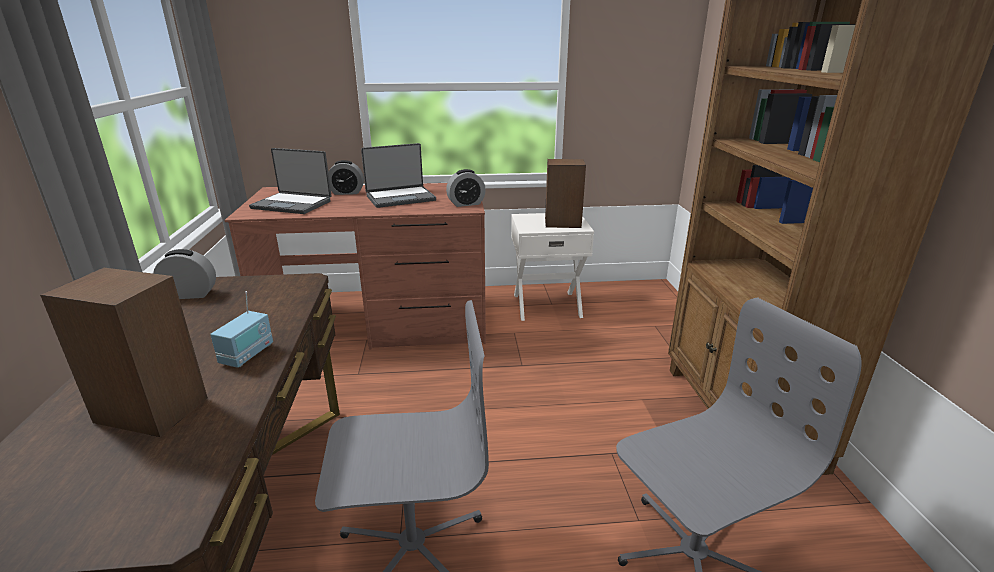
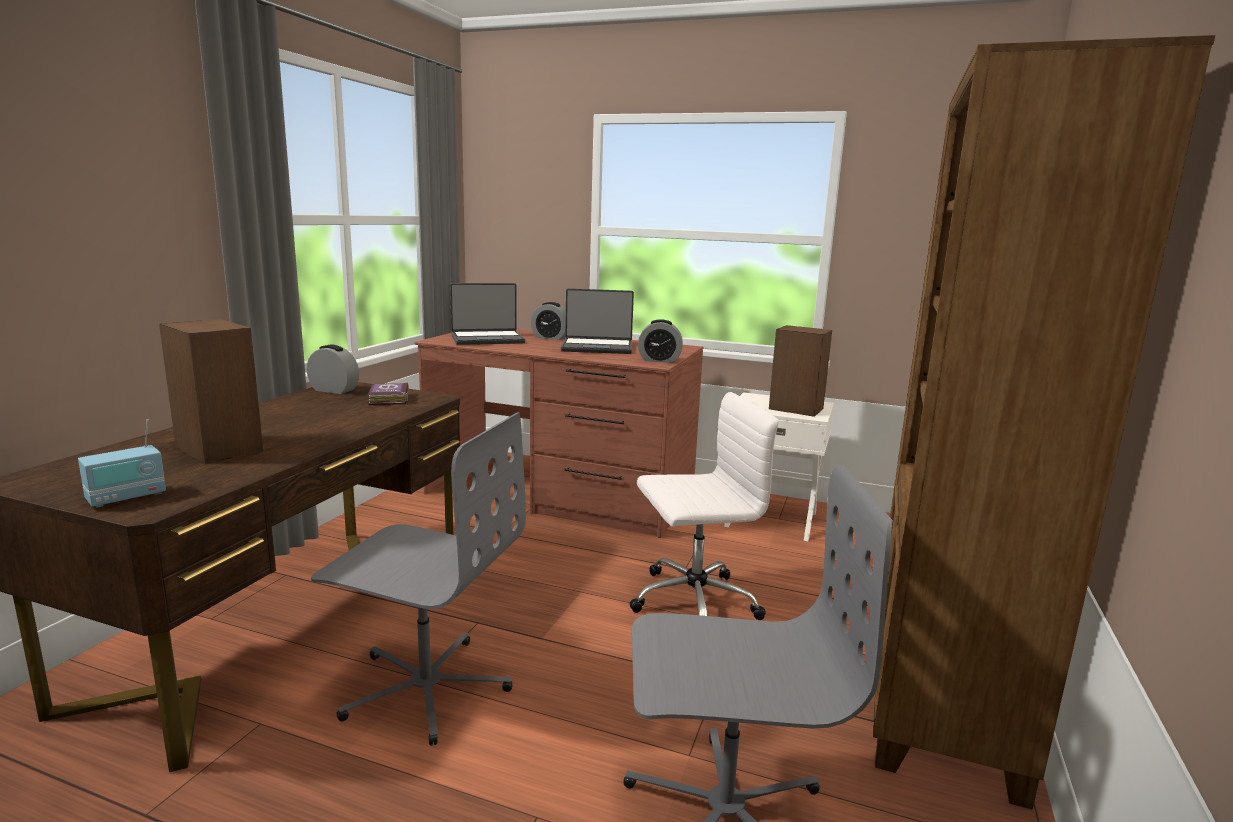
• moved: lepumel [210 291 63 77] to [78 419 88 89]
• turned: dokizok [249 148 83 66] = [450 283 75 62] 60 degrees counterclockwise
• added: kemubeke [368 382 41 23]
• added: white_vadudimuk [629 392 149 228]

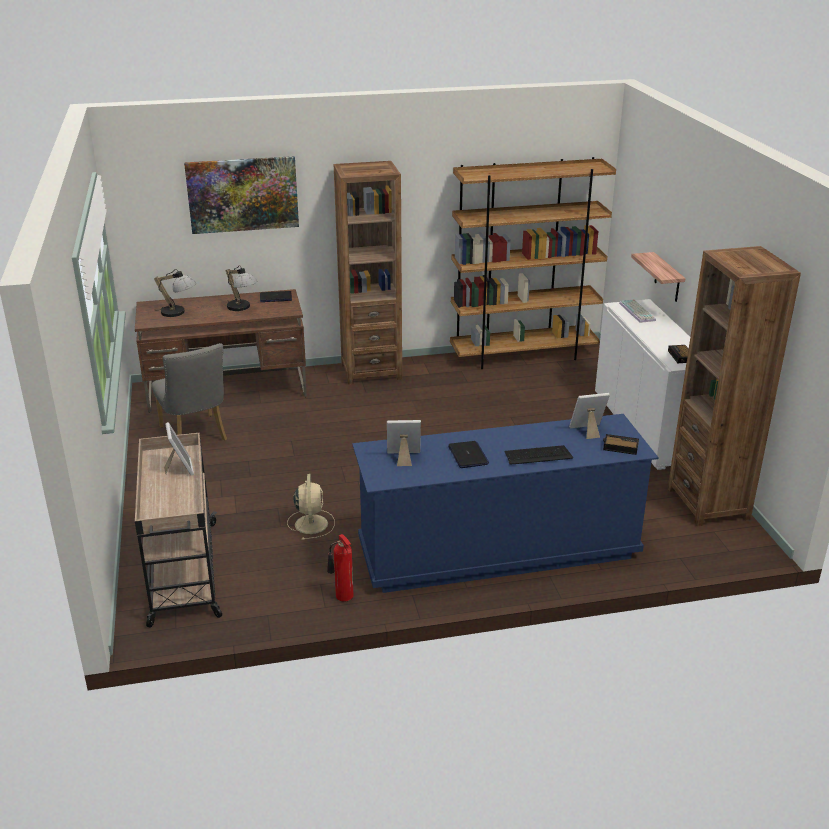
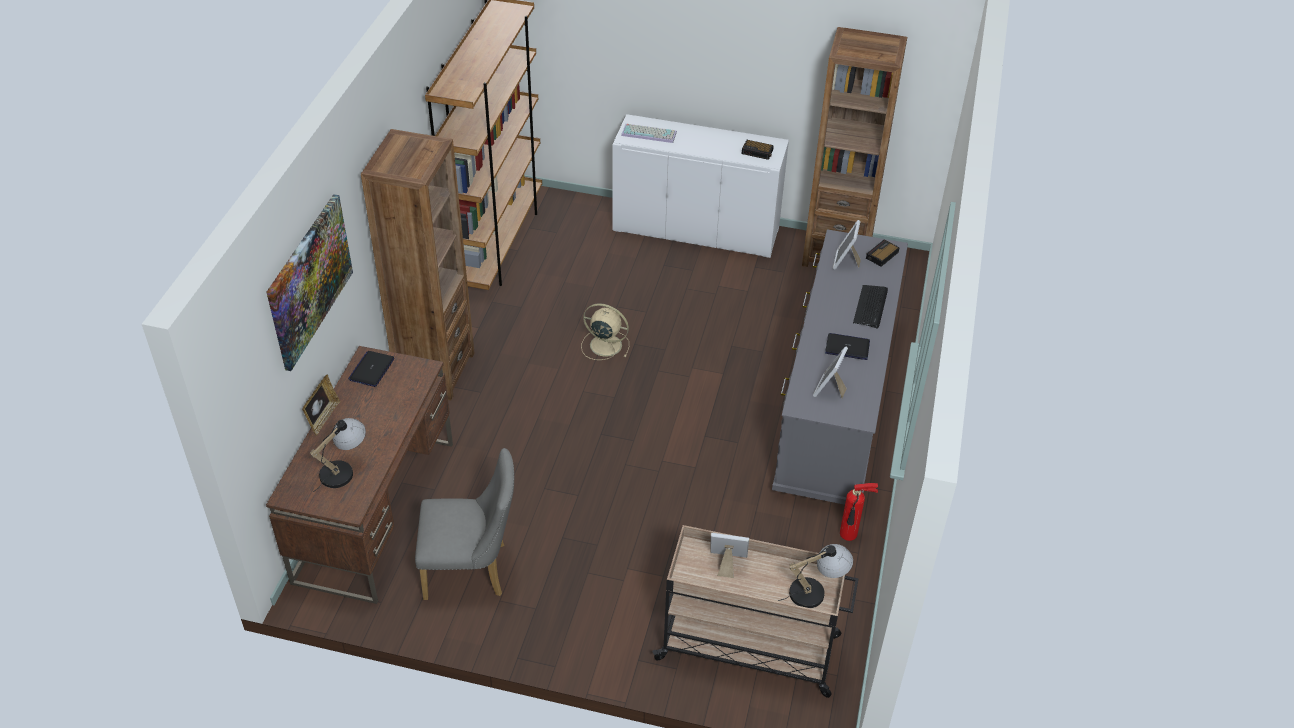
• moved: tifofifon [225 265 32 46] to [778 544 75 64]
• moved: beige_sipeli [287 474 48 66] to [581 303 48 57]
• recoloured: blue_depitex [352 414 307 179] to grey_depitex [772 229 136 276]
• removed: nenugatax [631 252 55 50]
• added: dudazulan [302 375 39 61]

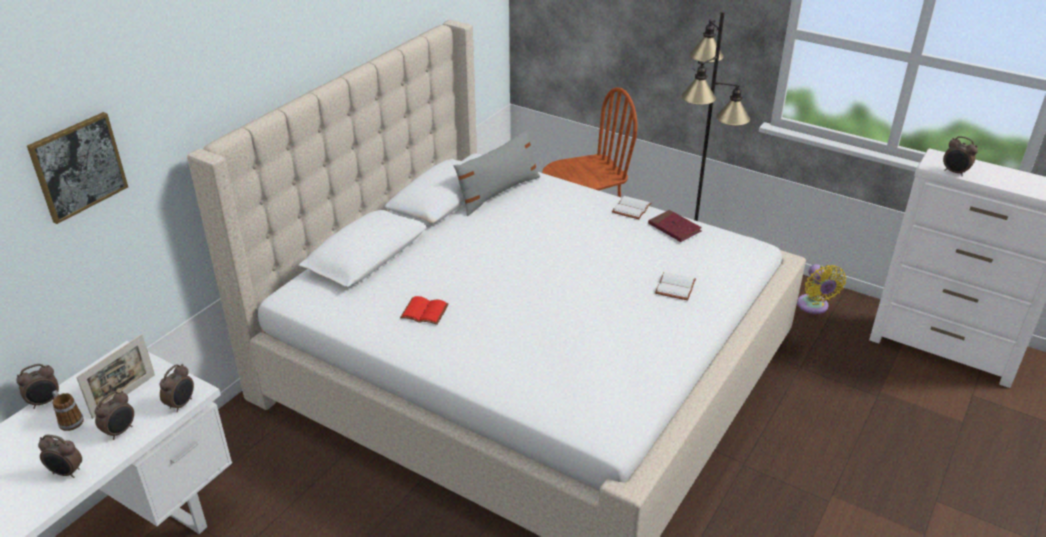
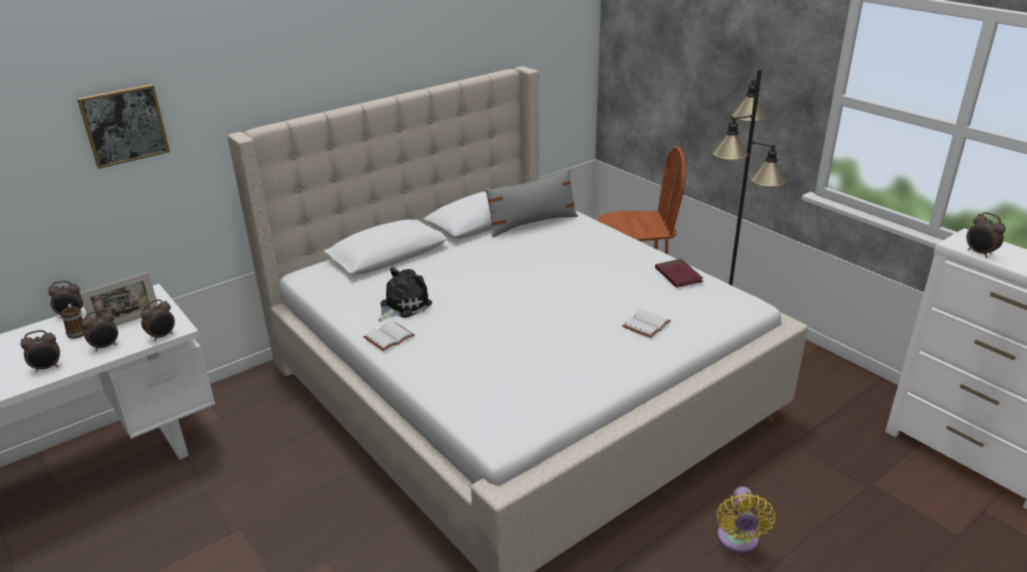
• turned: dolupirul [38 435 44 43] = [20 330 40 42] 60 degrees counterclockwise
• replaced: red_kemubeke [400 296 49 29] to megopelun [378 268 54 54]
• moved: white_kemubeke [612 196 39 23] to [364 321 51 30]
• moved: yellow_sipeli [797 264 49 50] to [717 486 59 67]

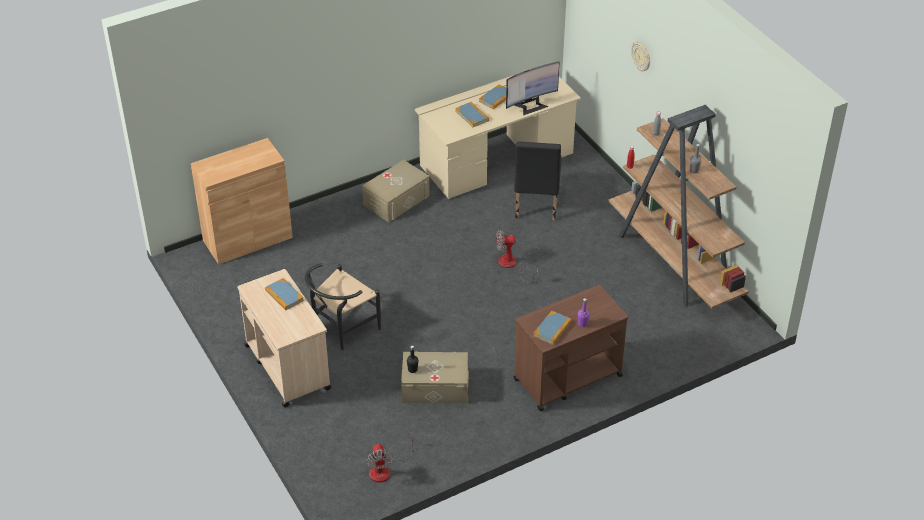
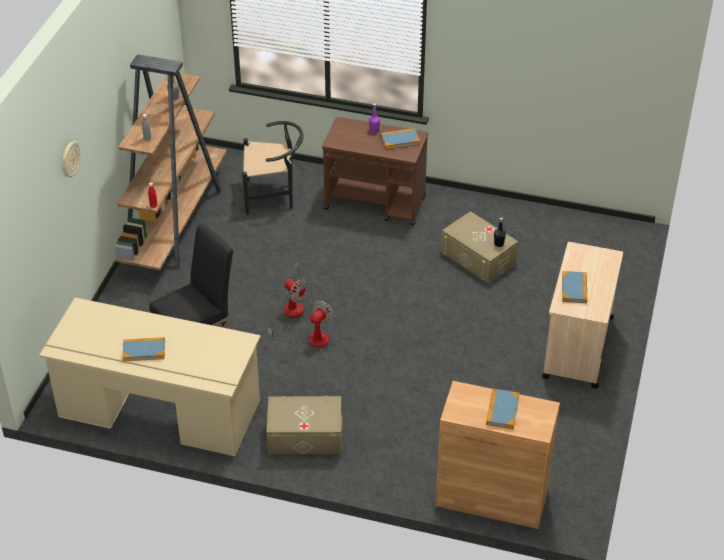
• moved: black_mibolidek [304 263 77 87] to [242 121 62 94]
• moved: sipeli [366 431 48 52] to [267 300 67 49]
• moved: kemubeke [455 102 34 25] to [486 389 34 40]
• removed: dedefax [506 61 53 55]

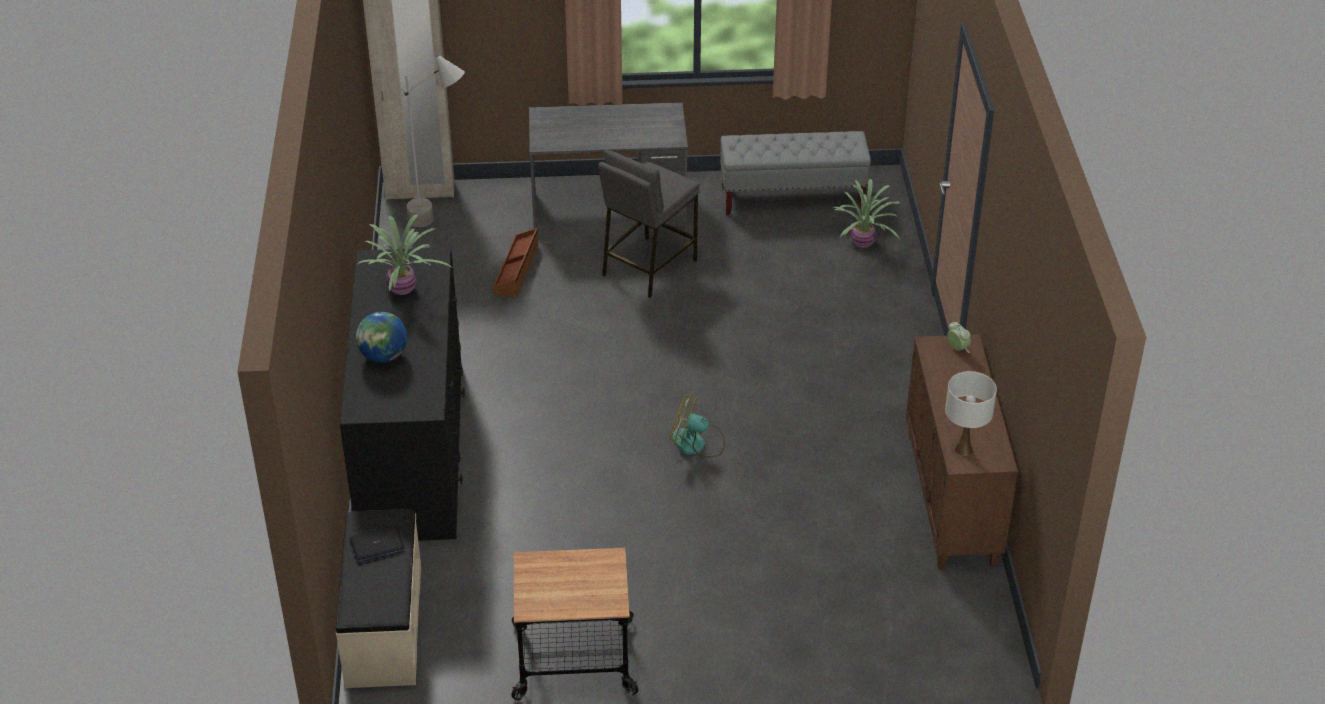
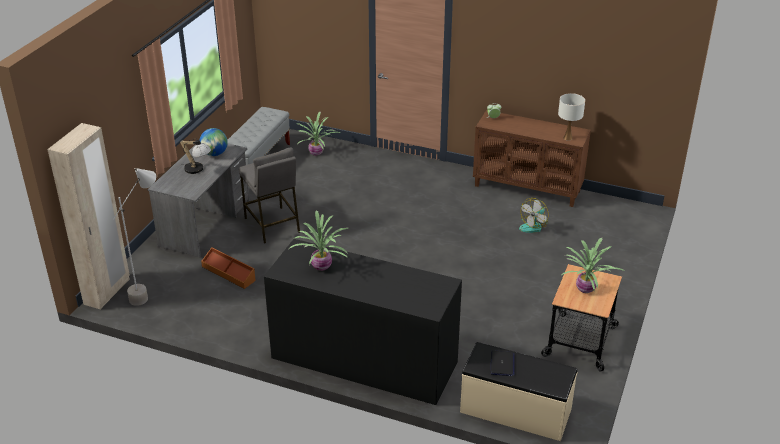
• moved: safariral [356 312 51 51] to [200 128 28 28]
• moved: sipeli [670 393 55 65] to [519 198 30 35]
• added: tifofifon [180 138 31 36]
• added: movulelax [562 238 63 55]

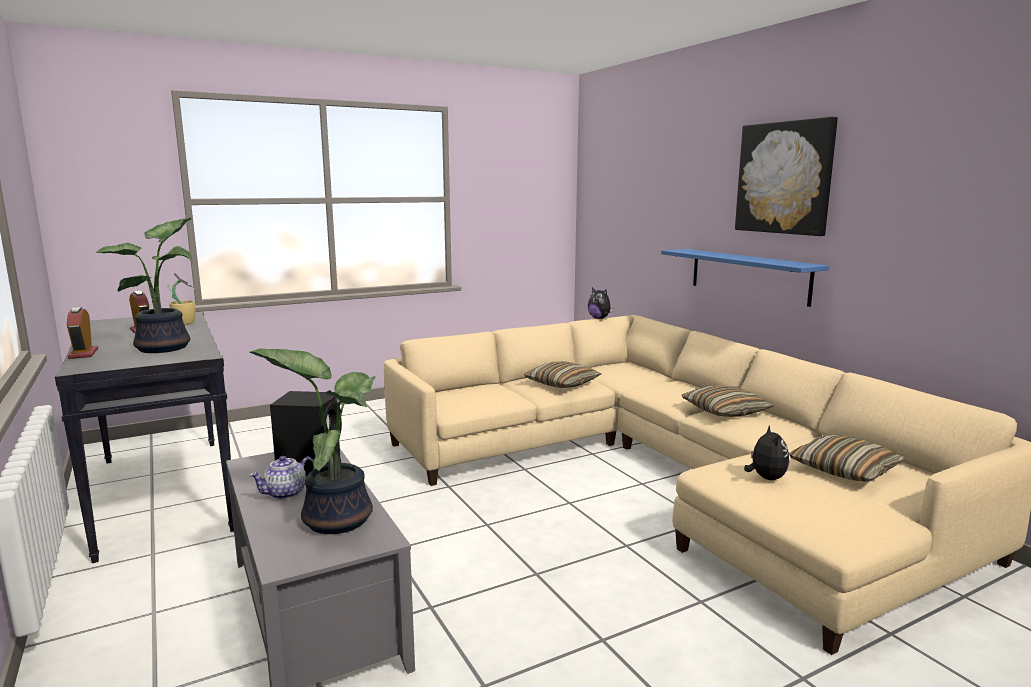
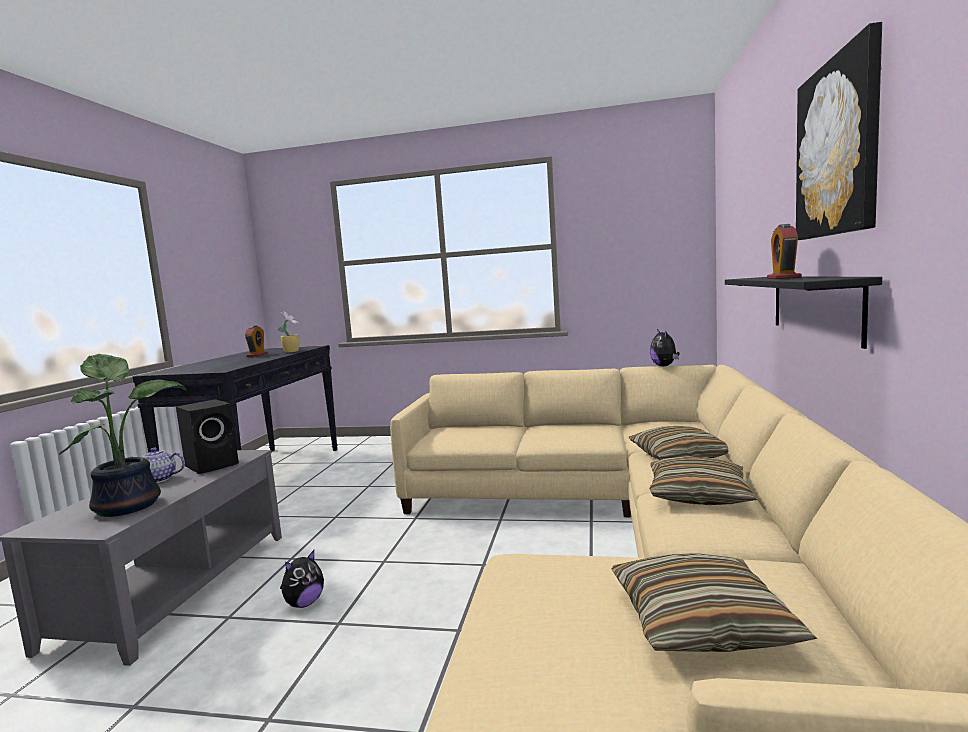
• moved: dolupirul [67 307 31 52] to [767 224 35 55]
• removed: movulelax [95 218 97 135]
• moved: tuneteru [524 361 78 27] to [629 426 99 34]
• recoloured: blue_nenugatax [661 249 169 58] to black_nenugatax [725 277 157 72]
• moved: megopelun [744 425 45 55] to [280 550 44 58]

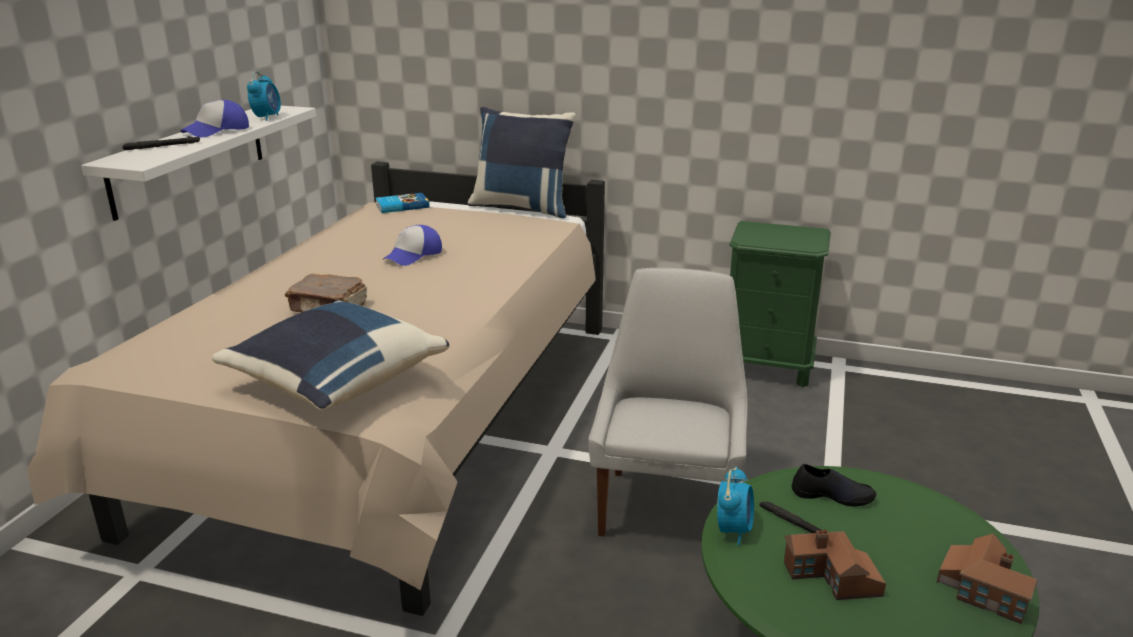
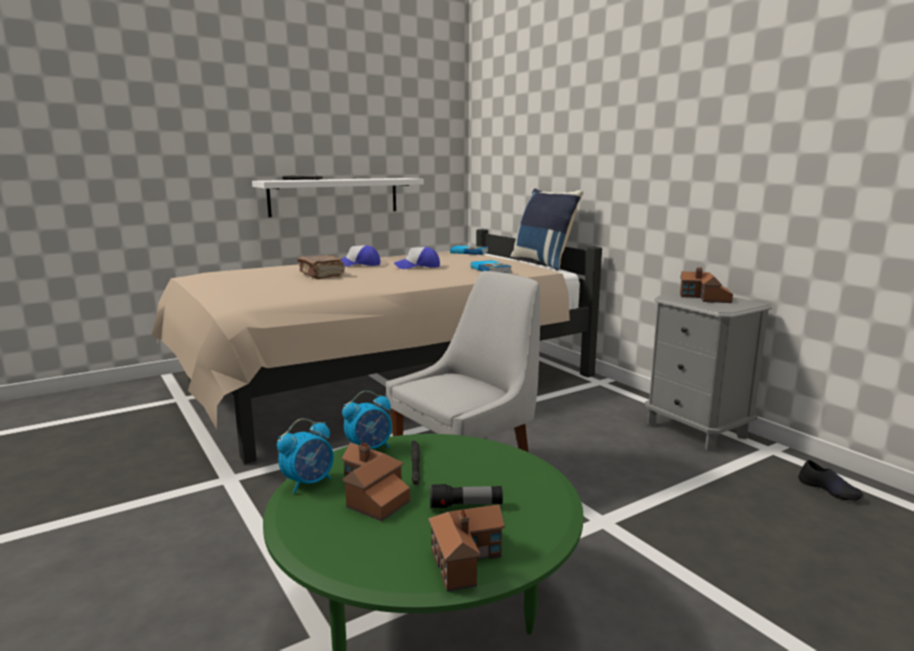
• moved: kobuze [180 100 69 37] to [340 245 40 22]
• removed: blue_tuneteru [212 300 238 111]
• moved: dolupirul [247 71 34 50] to [277 418 57 76]
• recoloured: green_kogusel [729 221 102 166] to grey_kogusel [645 293 127 159]
• moved: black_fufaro [792 464 85 43] to [798 460 66 40]
• added: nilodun [430 484 73 25]
• added: kemubeke [471 260 40 13]
• added: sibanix [680 267 53 36]

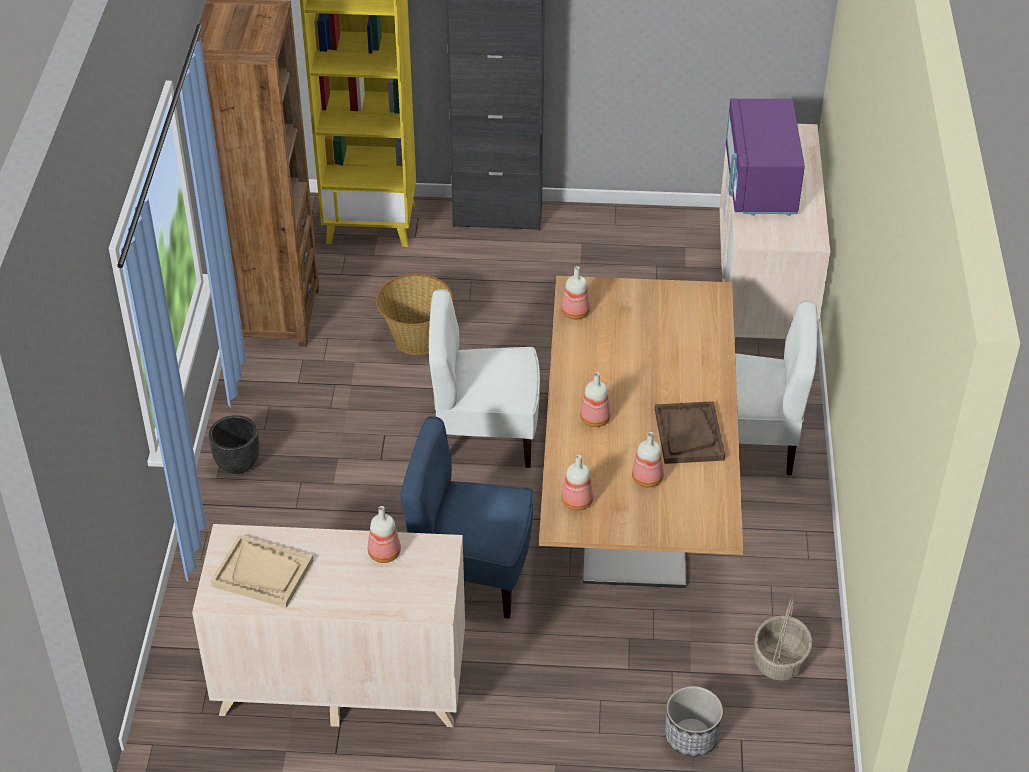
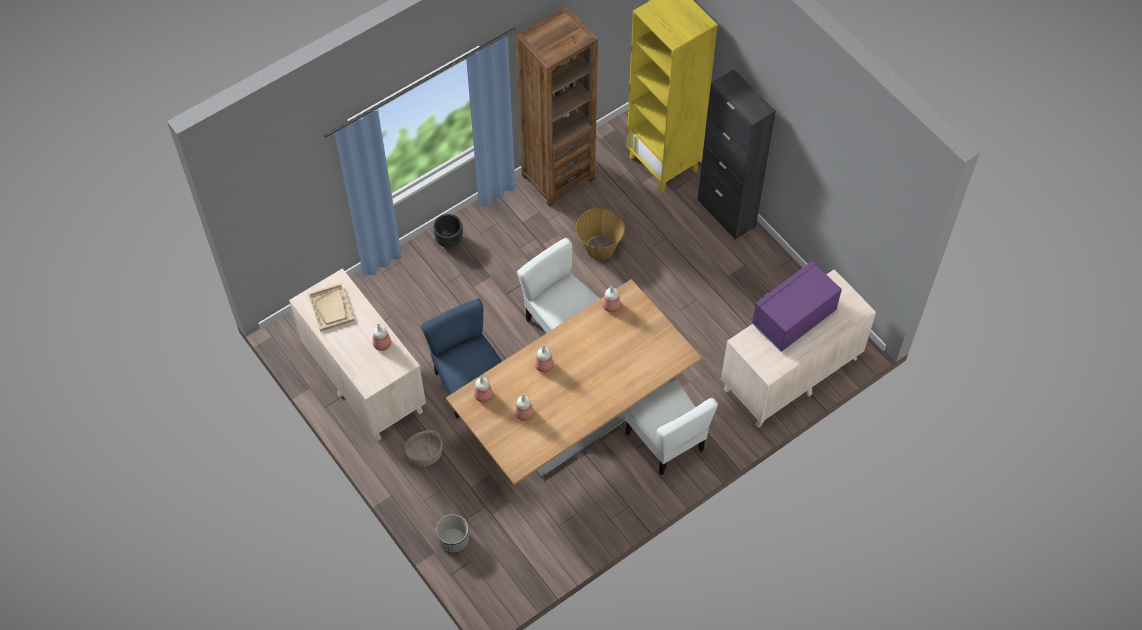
• removed: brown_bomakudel [655 401 70 63]
• moved: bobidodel [754 598 59 83] to [404 430 39 37]

